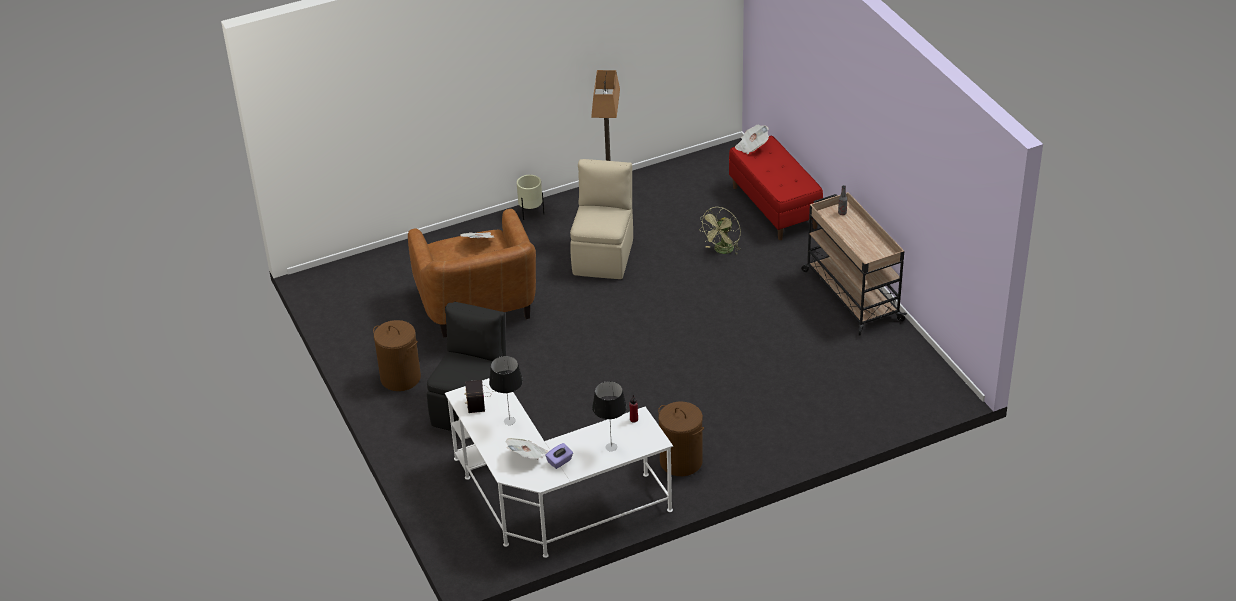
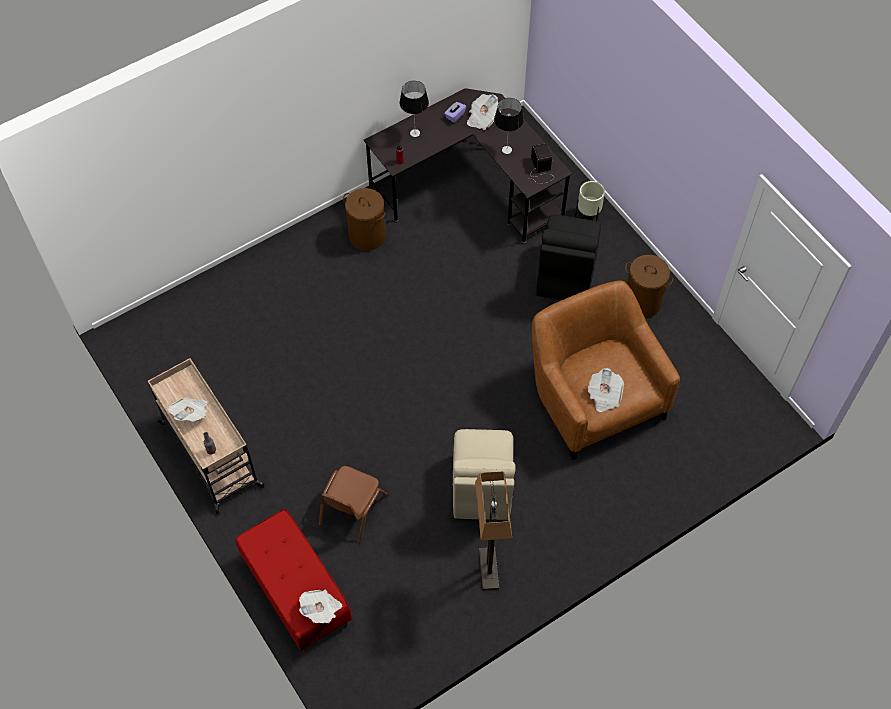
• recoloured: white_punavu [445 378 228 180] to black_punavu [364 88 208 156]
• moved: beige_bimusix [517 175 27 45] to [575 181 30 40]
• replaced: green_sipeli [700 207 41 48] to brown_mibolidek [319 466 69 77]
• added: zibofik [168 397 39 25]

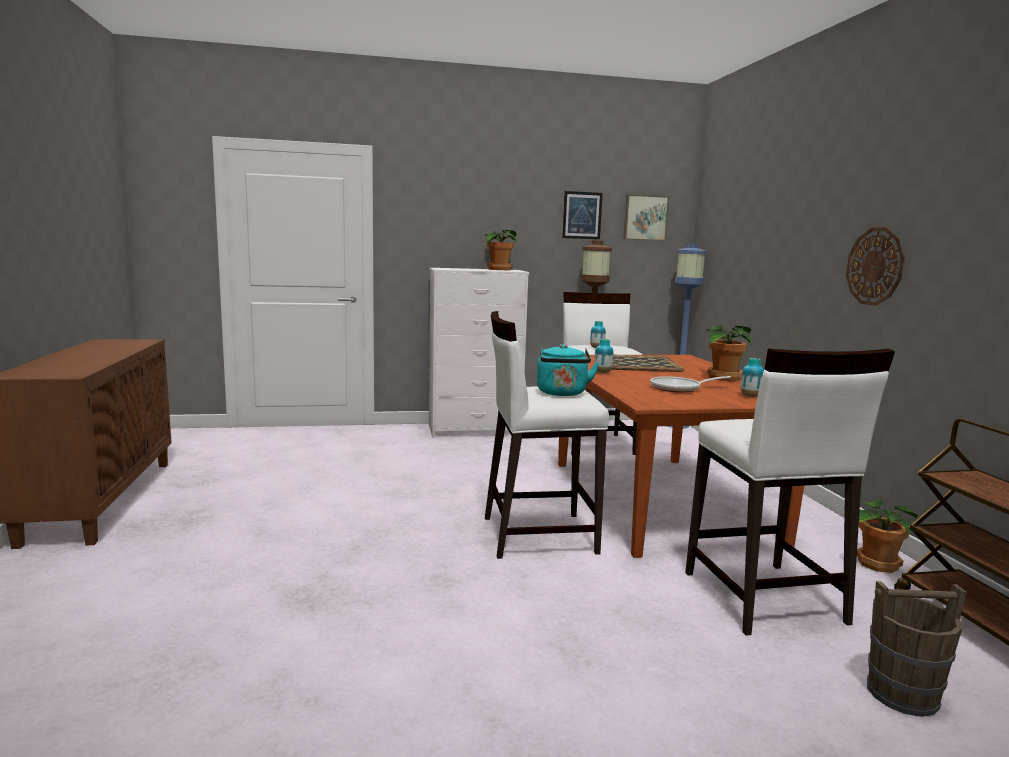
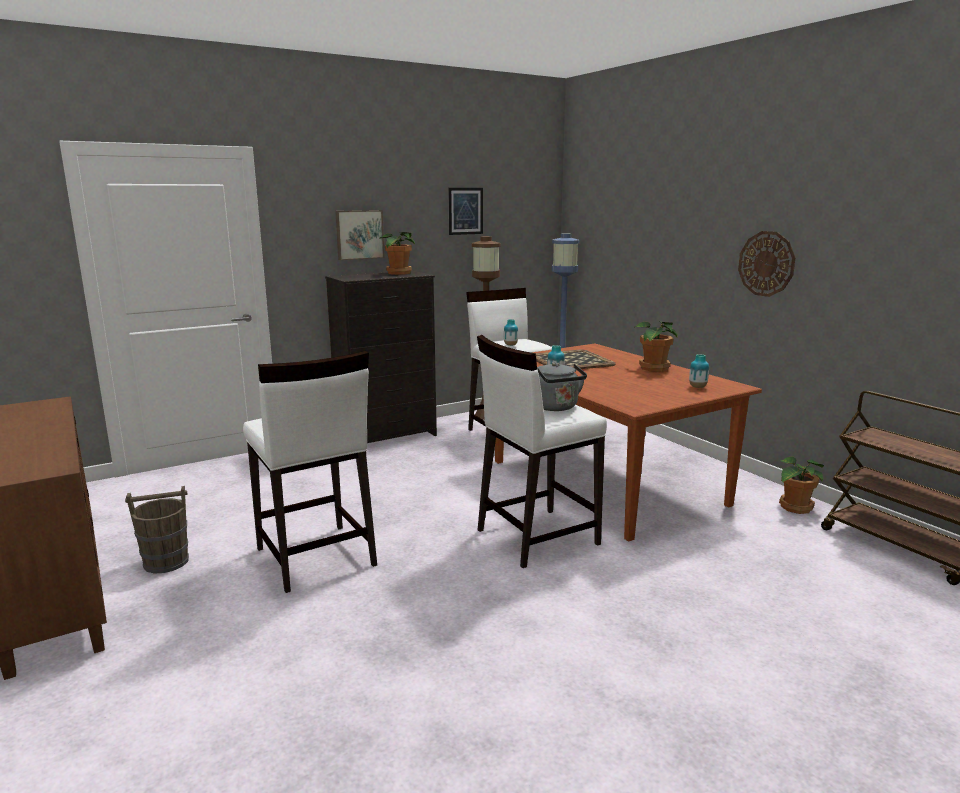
• recoloured: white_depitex [429 268 101 170] to black_depitex [325 271 112 172]
• recoloured: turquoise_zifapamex [537 344 62 52] to grey_zifapamex [537 362 50 49]
• moved: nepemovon [623 195 46 46] to [335 210 50 50]
• removed: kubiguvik [650 376 81 17]
• moved: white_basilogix [685 349 210 287] to [243 351 134 242]
• moved: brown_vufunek [867 581 100 136] to [125 486 64 88]

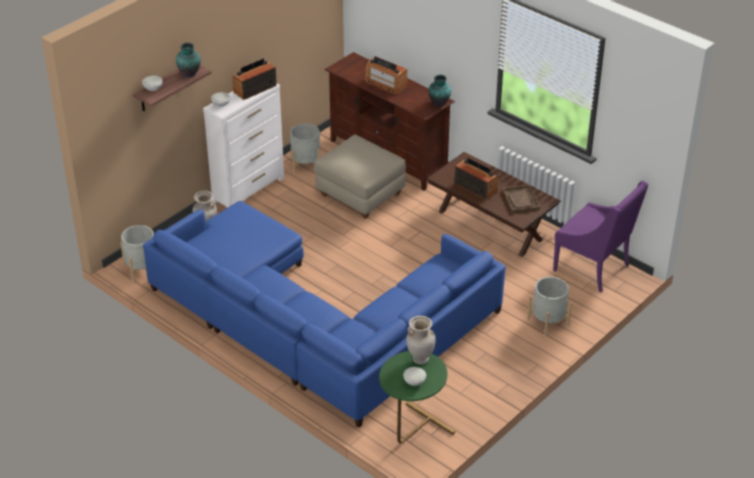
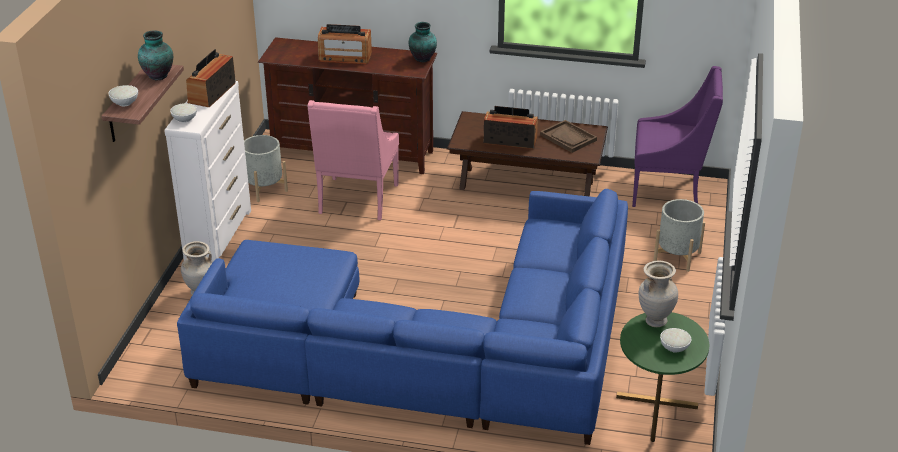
• removed: grey_bimusix [120 225 34 57]
• replaced: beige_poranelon [314 135 92 84] to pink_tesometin [308 100 91 120]

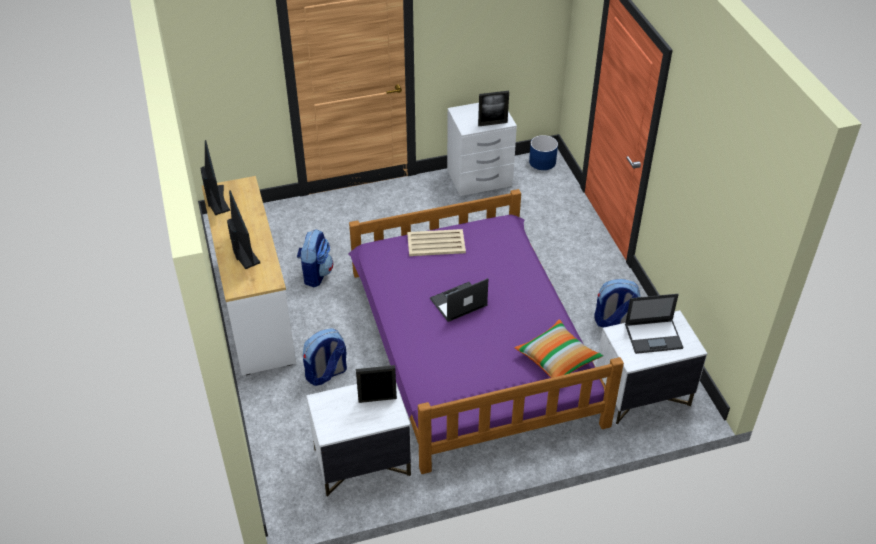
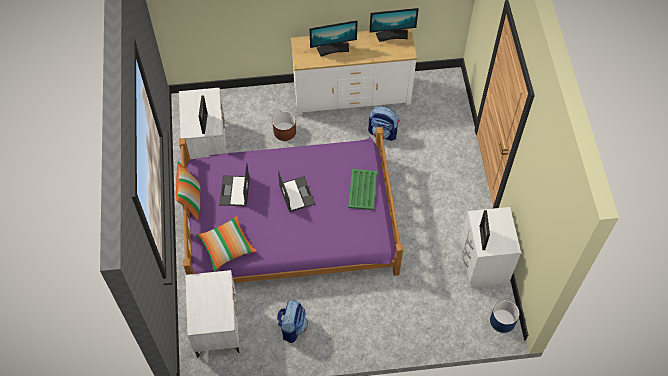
• replaced: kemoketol [303 328 44 58] to brown_bimusix [272 111 24 30]
• recoloured: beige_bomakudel [407 229 59 27] to green_bomakudel [348 169 29 41]
• moved: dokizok [625 294 59 60] to [219 163 31 43]
• added: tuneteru [176 161 24 59]

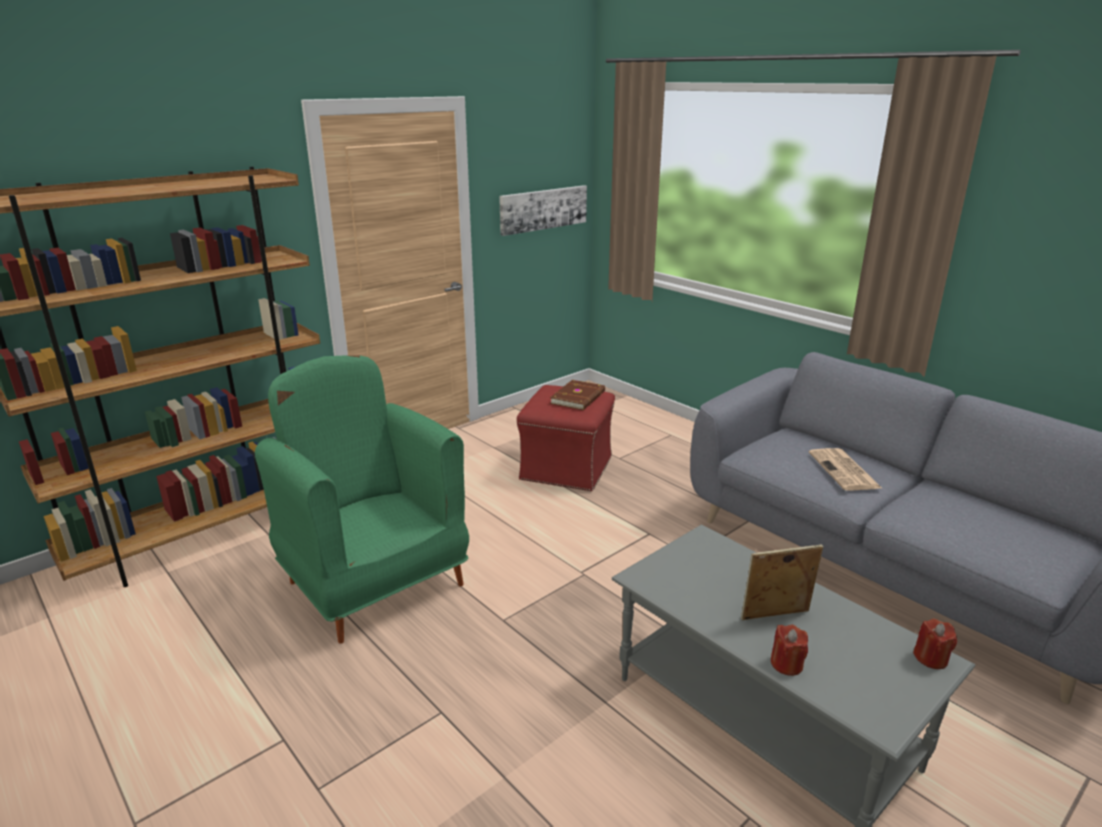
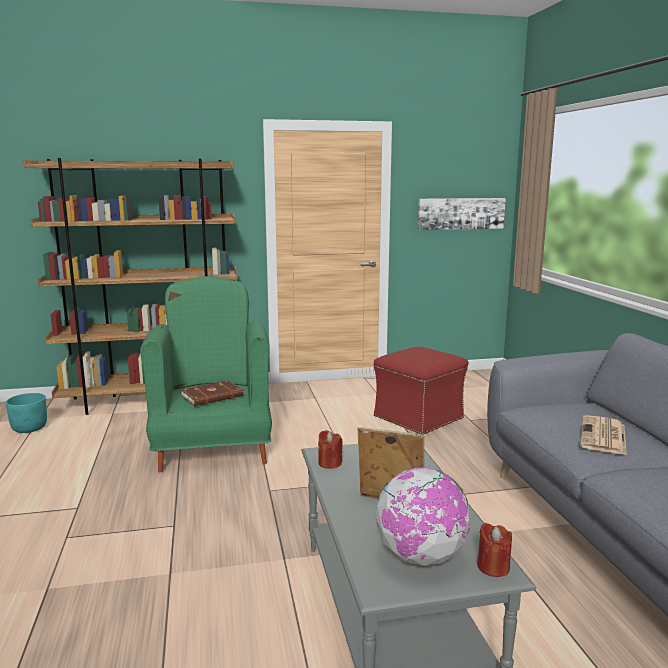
• moved: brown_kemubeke [550 380 55 30] to [181 380 63 26]
• moved: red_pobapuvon [771 625 37 51] to [318 430 25 39]
• added: turquoise_bimusix [5 393 42 40]
• added: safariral [376 468 95 98]

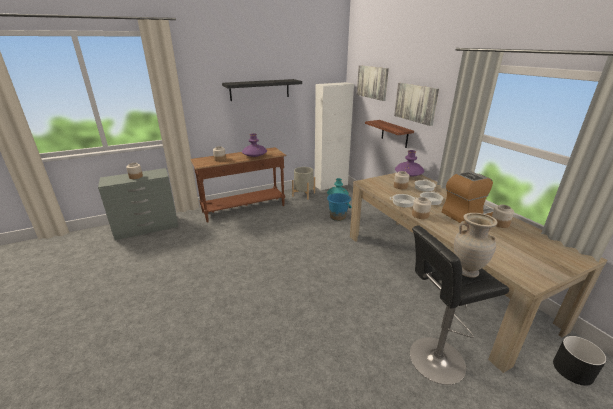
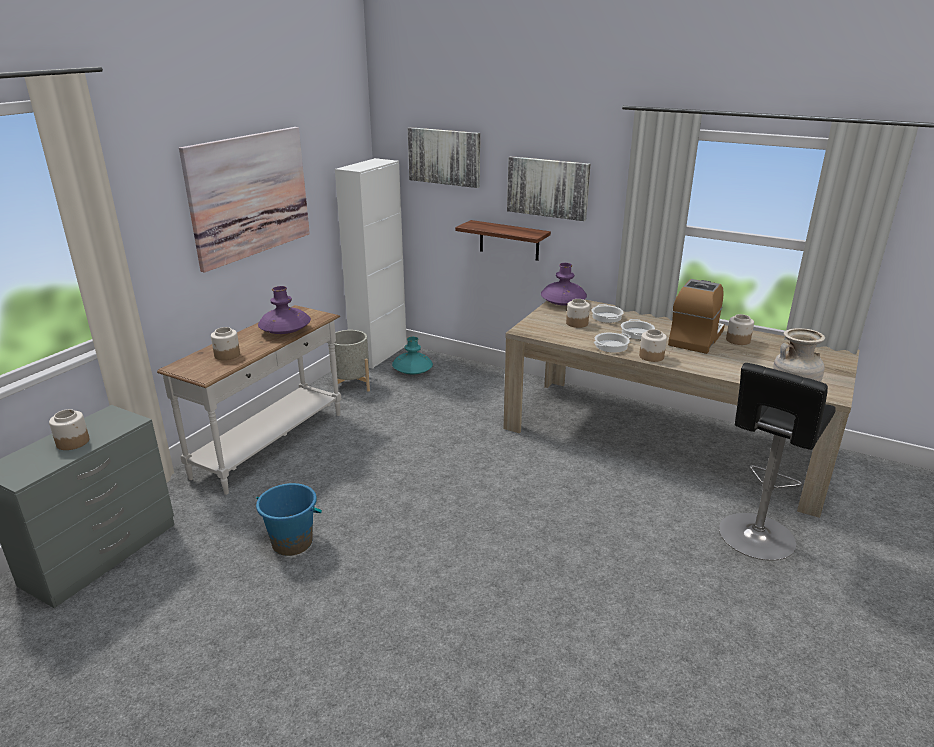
• recoloured: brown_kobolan [191 147 96 75] to white_kobolan [157 305 184 190]
• replaced: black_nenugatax [222 79 80 22] to nepemovon [179 127 131 146]
• moved: blue_vufunek [327 193 24 28] to [256 483 66 73]
• removed: black_bimusix [553 336 54 50]

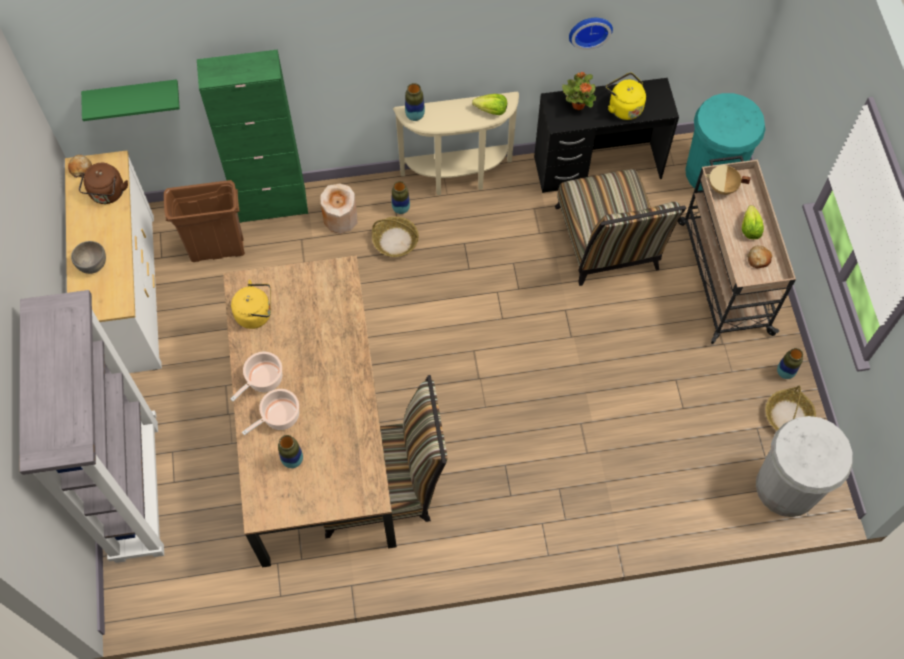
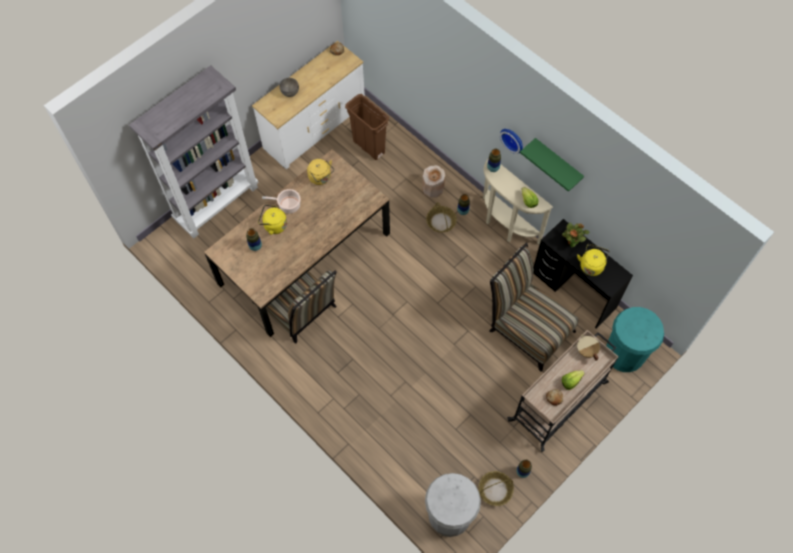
• removed: brown_zifapamex [79 163 49 41]
• moved: green_nenugatax [81 79 99 42] to [520 138 64 54]
• removed: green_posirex [197 50 111 173]
• replaced: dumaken [242 389 57 46] to yellow_zifapamex [258 205 29 30]
• turned: mibolidek [555 169 131 117] = [489 242 90 130] 90 degrees clockwise
• moved: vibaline [569 18 44 32] to [500 129 23 25]

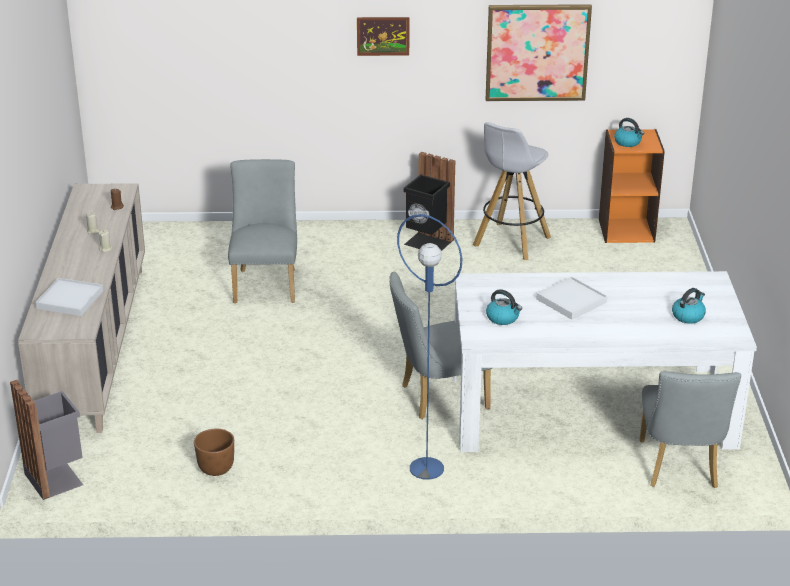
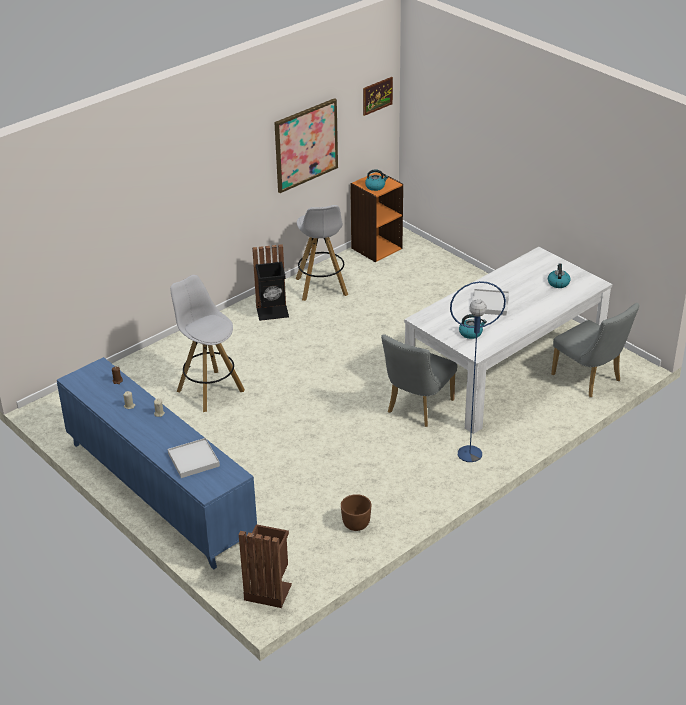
• recoloured: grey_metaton [10 380 73 120] to brown_metaton [239 524 53 84]
• recoloured: beige_posirex [18 183 127 250] to blue_posirex [57 357 200 213]
• replaced: grey_mibolidek [228 159 69 144] to white_basilogix [170 275 75 137]
• moved: nepemovon [357 17 53 39] to [363 77 30 39]

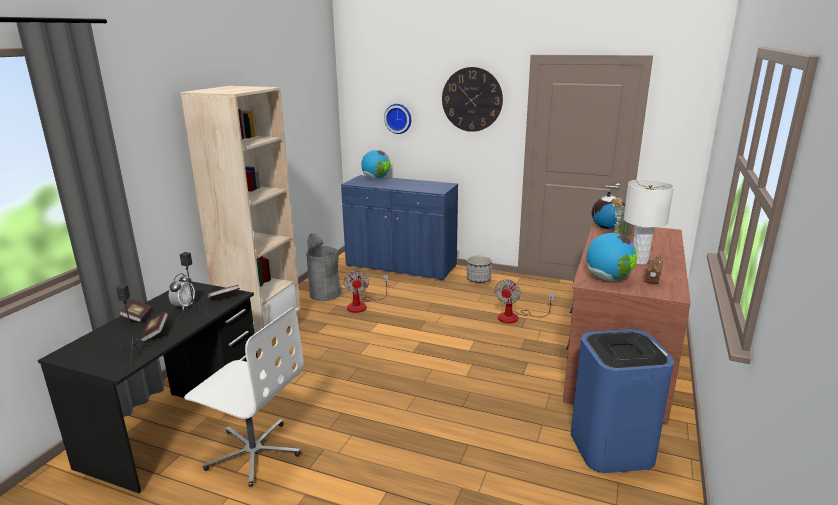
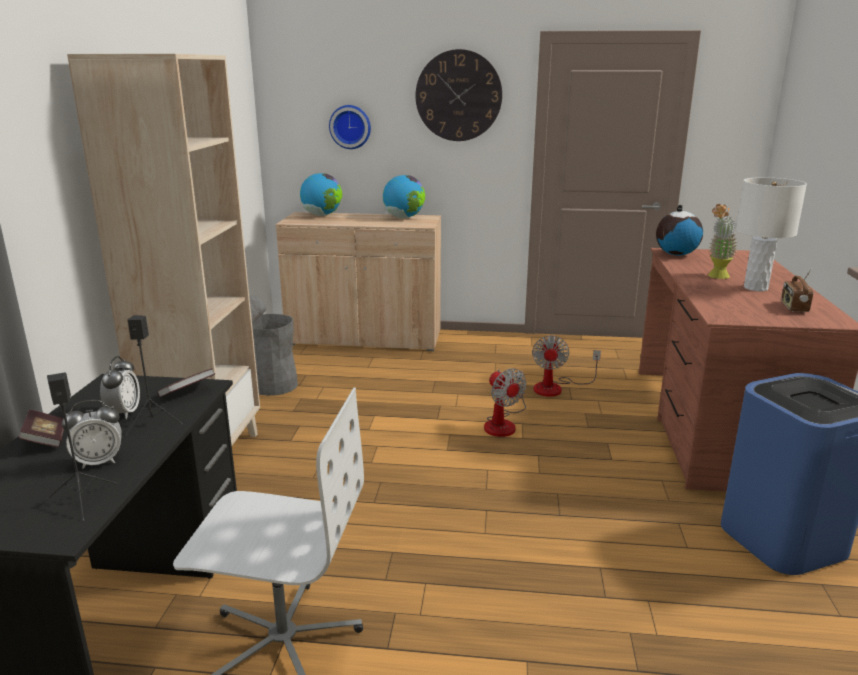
• replaced: kemubeke [140 311 28 31] to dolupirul [62 400 60 69]
• recoloured: blue_posirex [341 175 117 106] to beige_posirex [276 212 165 139]
• moved: sipeli [344 271 44 42] to [484 368 42 69]
• removed: bimusix [467 256 25 27]
• moved: safariral [586 232 51 49] to [383 175 42 44]

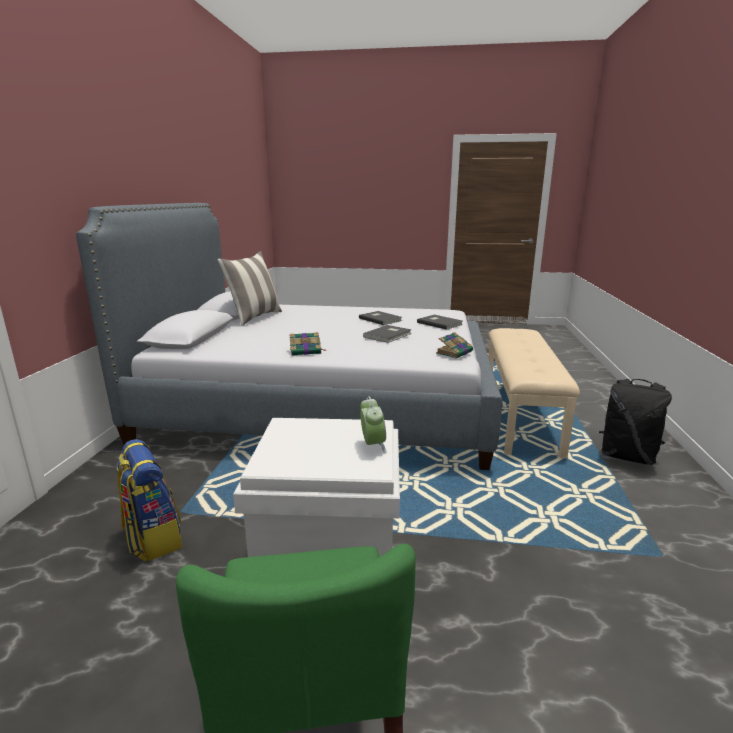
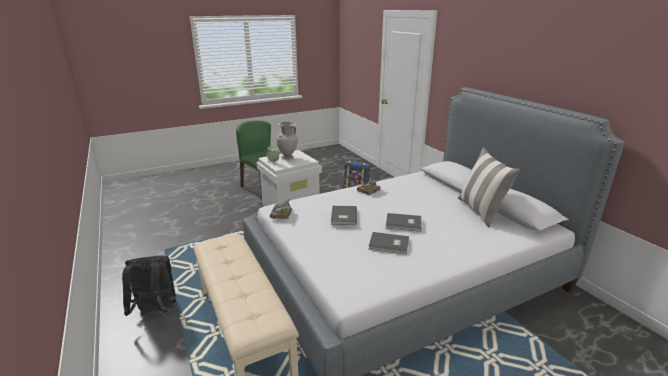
• moved: grey_kemubeke [417 315 46 15] to [386 213 35 19]
• added: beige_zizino [277 122 21 37]

